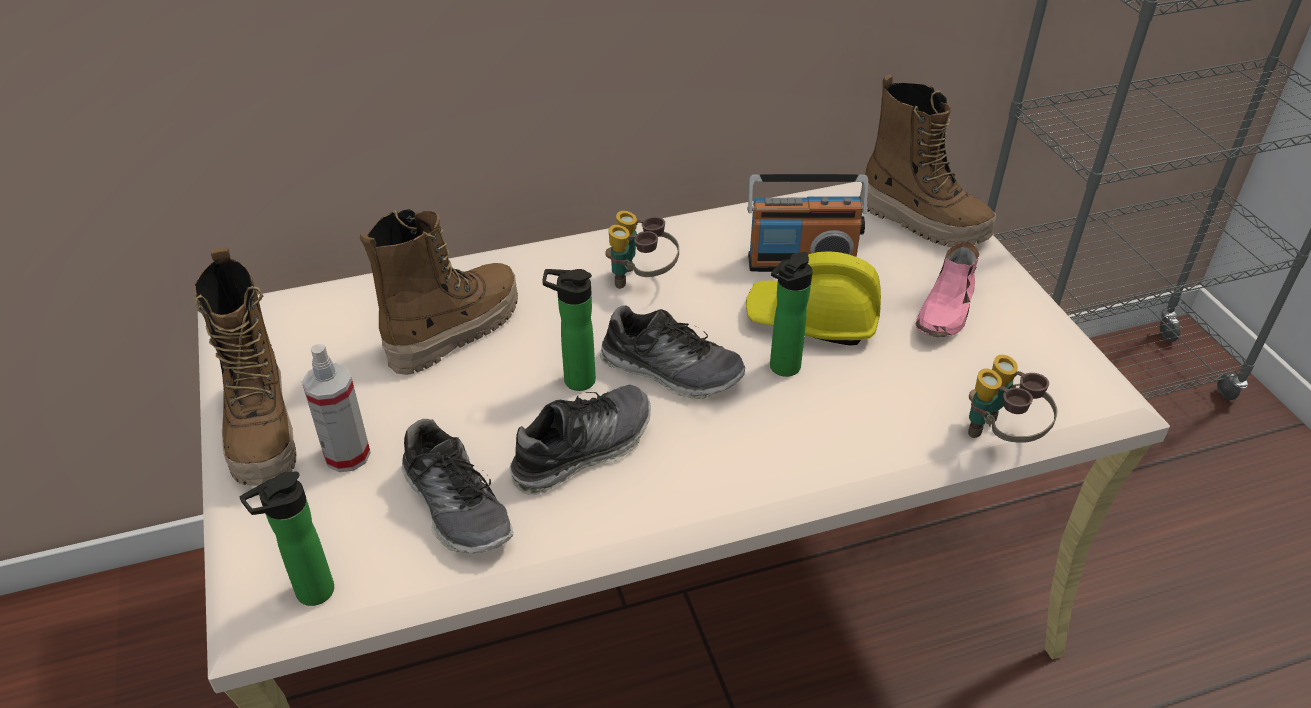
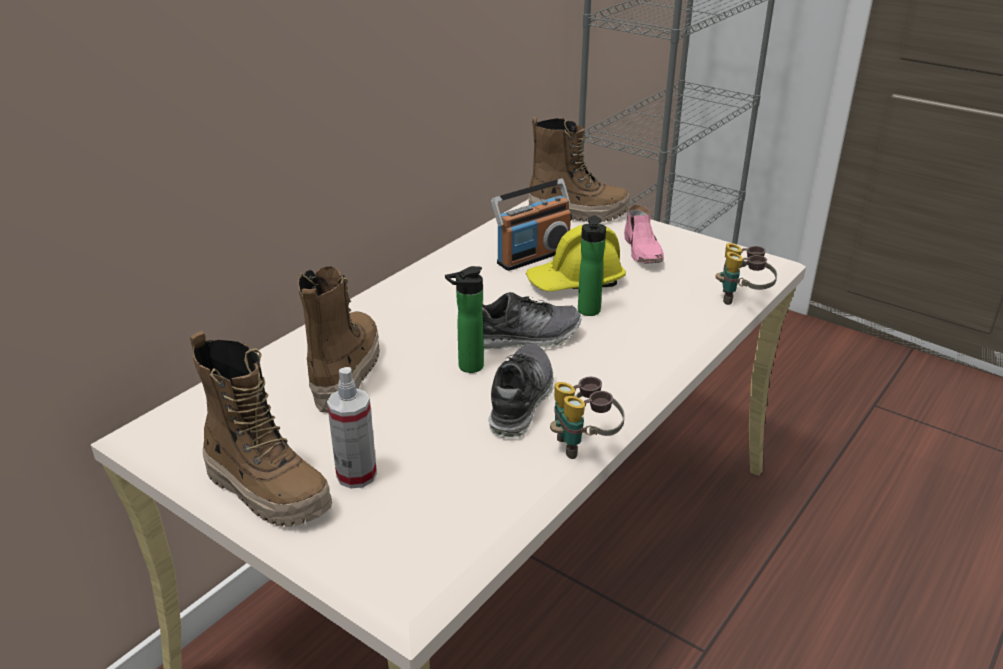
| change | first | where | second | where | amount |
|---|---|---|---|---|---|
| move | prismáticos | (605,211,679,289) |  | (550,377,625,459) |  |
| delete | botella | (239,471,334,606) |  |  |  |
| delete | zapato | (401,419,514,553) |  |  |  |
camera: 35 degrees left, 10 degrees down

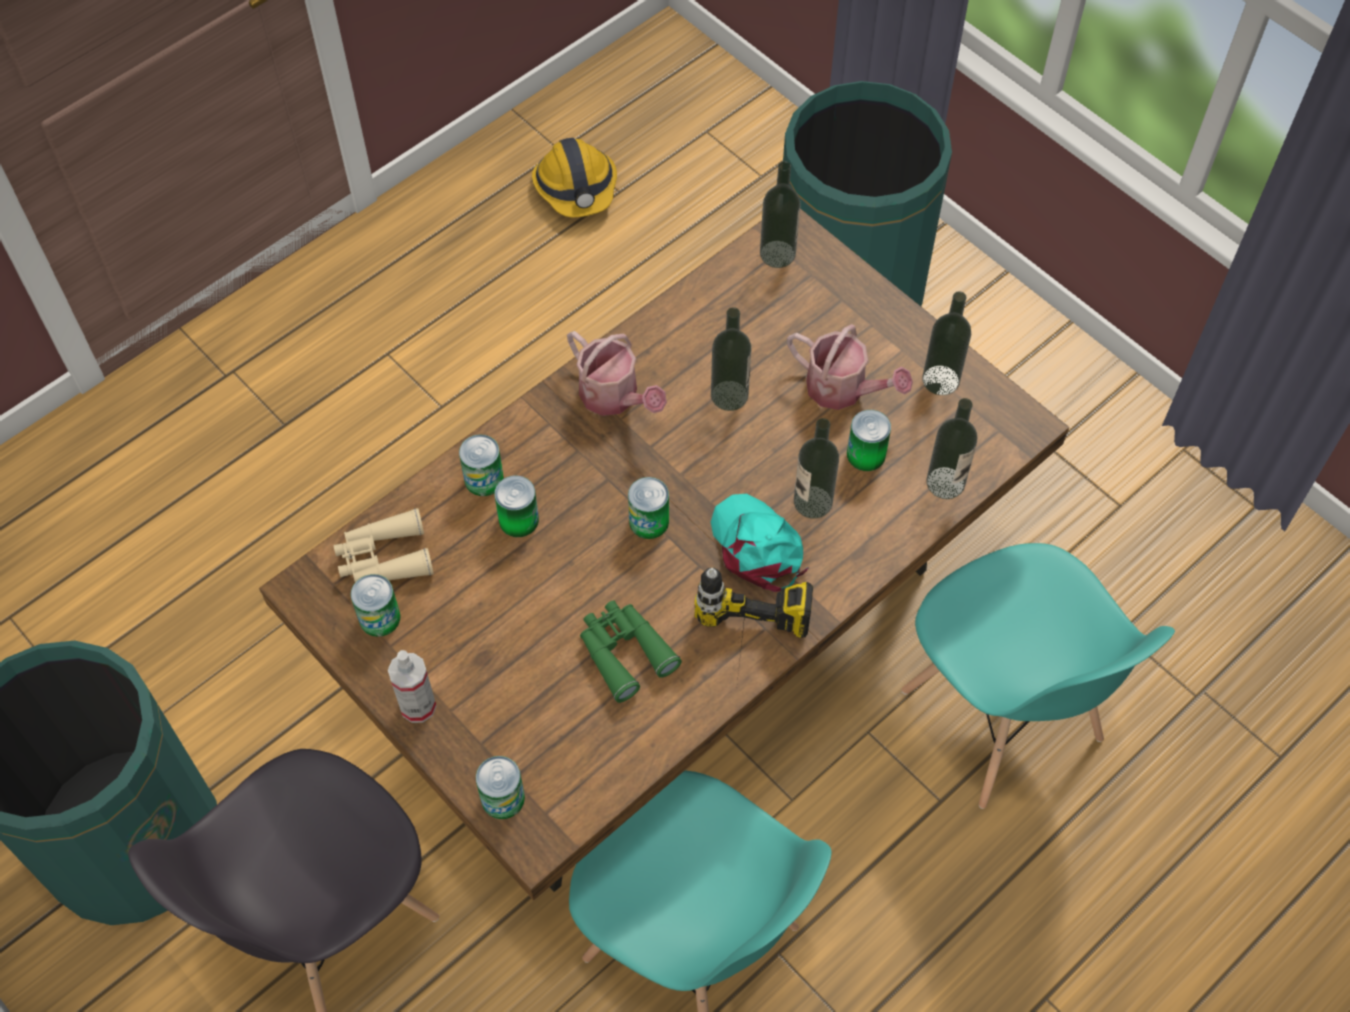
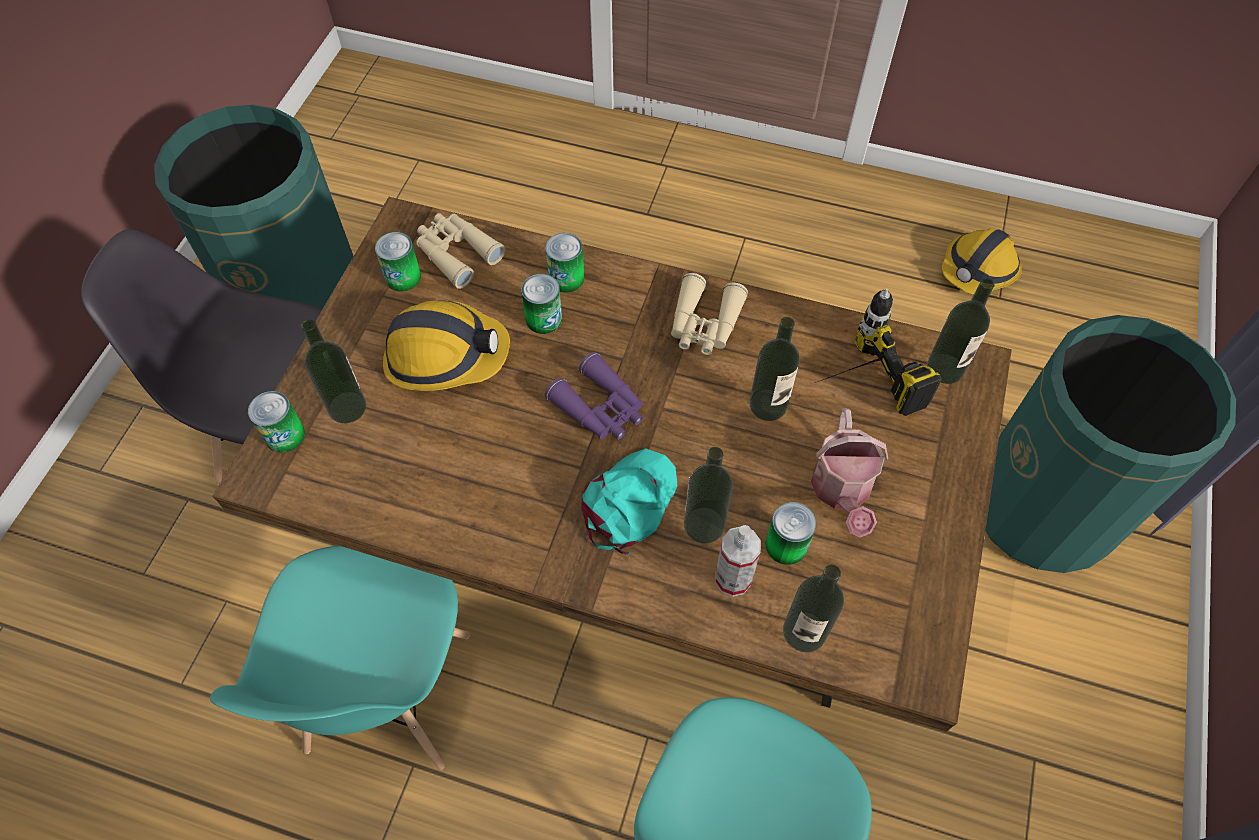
| change | first | where | second | where | amount |
|---|---|---|---|---|---|
| move | botella | (922,291,971,395) |  | (301,319,366,423) |  |
| insert |  |  | casco | (383,300,510,391) |  |
| replace | lata | (628,477,669,539) | prismáticos/morado | (545,352,643,440) |  |
| replace | regadera | (567,331,667,416) | prismáticos/beis | (671,273,748,355) |  |
| move | pulverizador | (388,650,436,723) |  | (715,525,761,597) |  |
| move | taladro | (694,568,813,682) |  | (815,288,942,416) |  |
| delete | prismáticos/verde | (580,600,682,703) |  |  |  |
camera: 60 degrees right, 0 degrees up

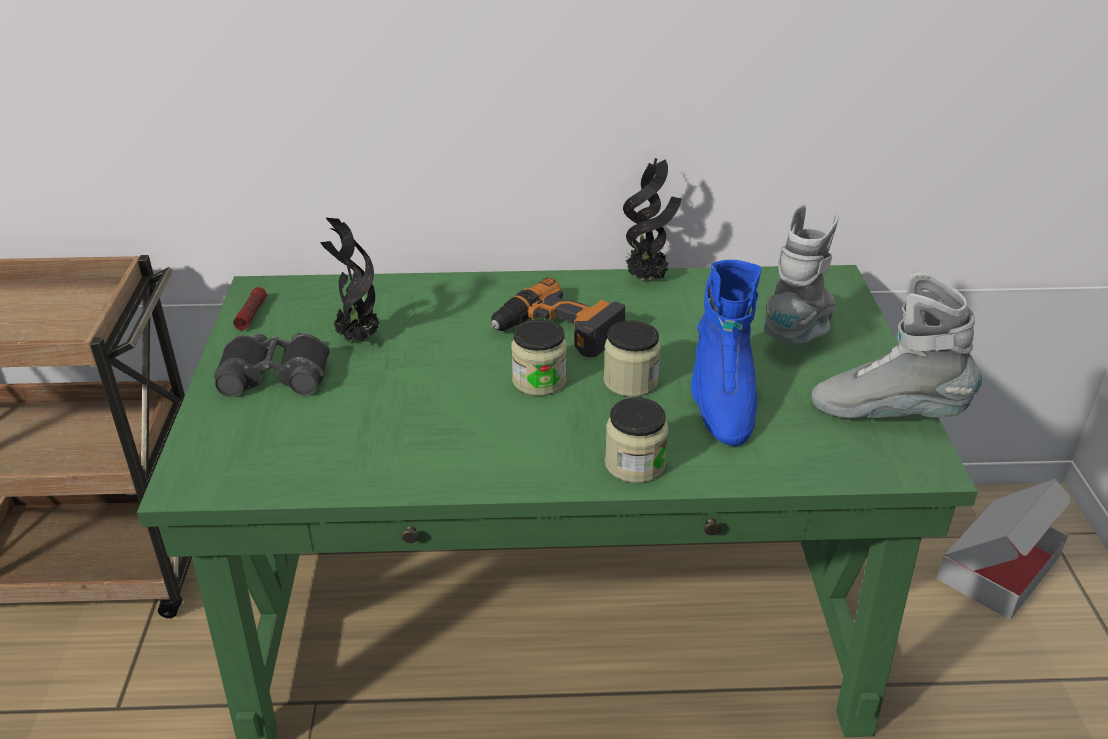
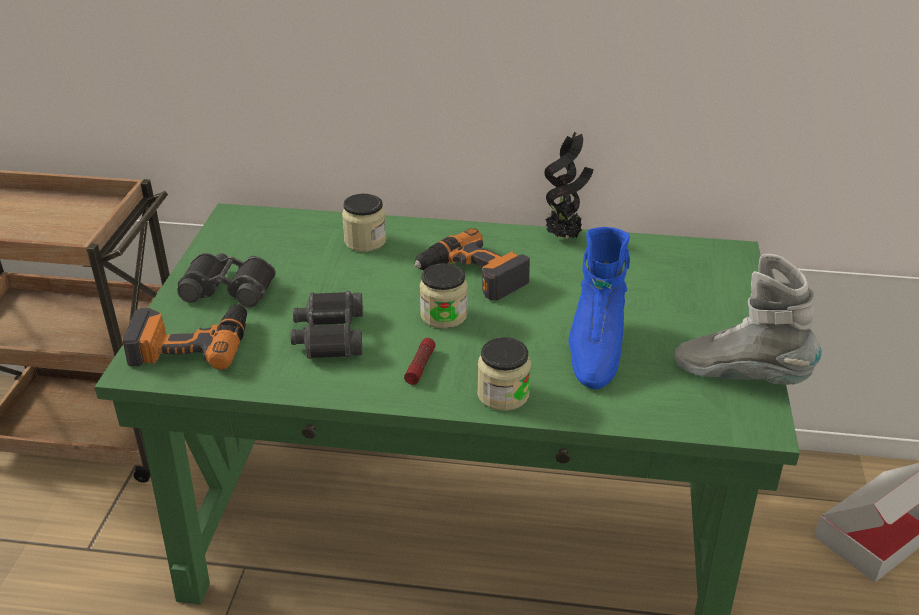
| change | first | where | second | where | amount |
|---|---|---|---|---|---|
| insert |  |  | taladro | (122,304,247,370) |  |
| insert |  |  | prismáticos/negro | (290,291,363,359) |  |
| move | tarro | (603,320,661,397) |  | (342,194,386,252) |  |
| move | linterna | (233,287,267,330) |  | (404,338,436,385) |  |
| delete | planta en maceta | (320,218,380,342) |  |  |  |
| delete | bota/gris | (764,204,839,344) |  |  |  |
camera: 10 degrees right, 0 degrees up

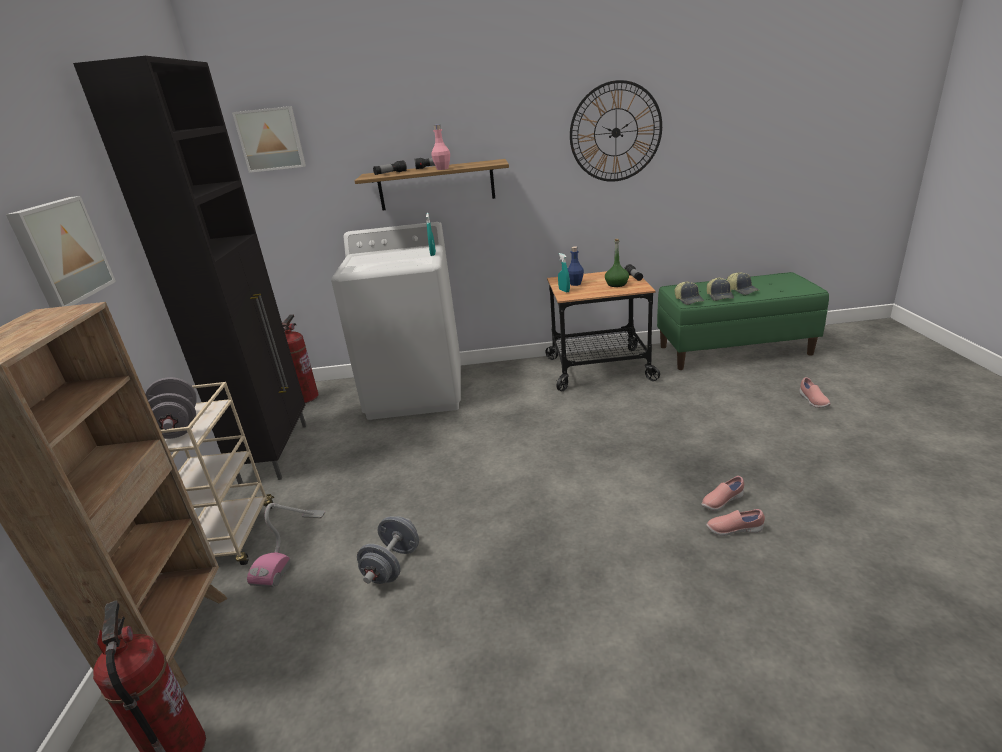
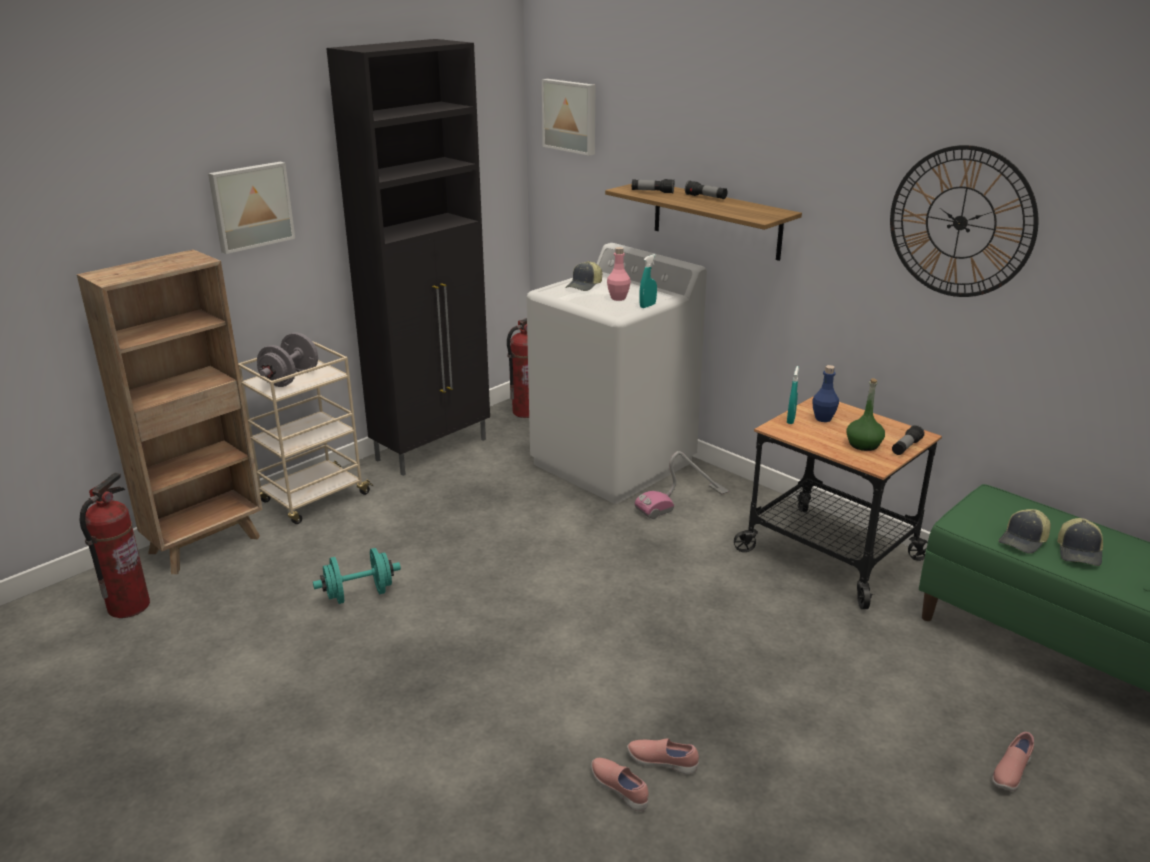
| change | first | where | second | where | amount |
|---|---|---|---|---|---|
| recolor | mancuerna/gris | (357,516,419,584) | mancuerna/turquesa | (313,548,401,604) |  |
| move | gorra | (675,282,704,305) |  | (565,261,602,291) |  |
| move | botella/rosa | (431,124,450,170) |  | (607,247,631,301) |  |
| move | aspiradora | (247,503,325,587) |  | (635,451,729,519) |  |
camera: 45 degrees right, 0 degrees up

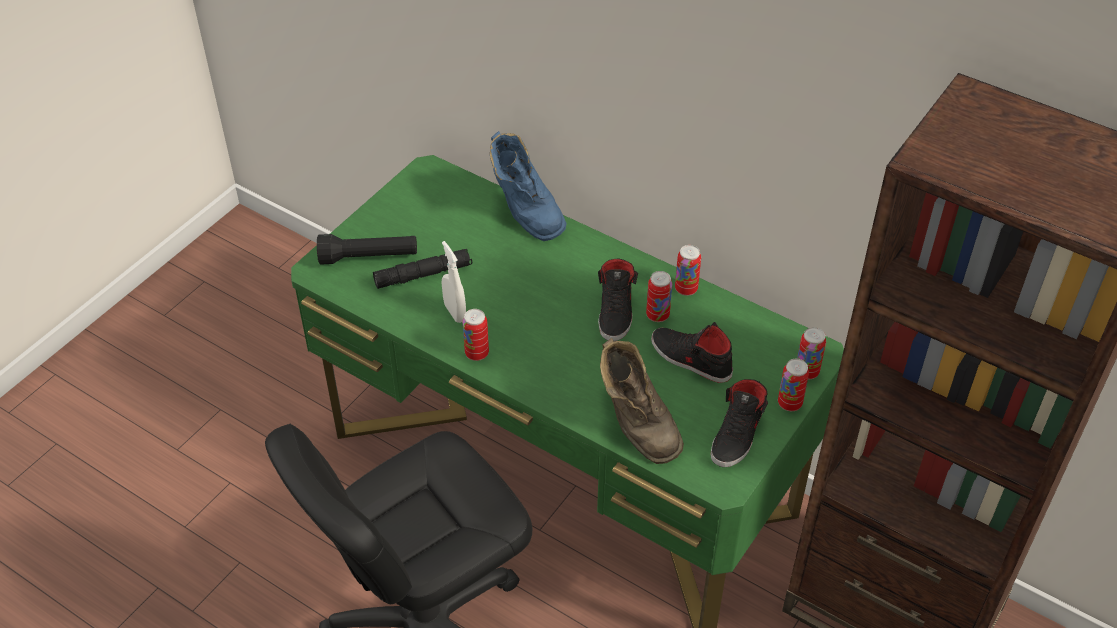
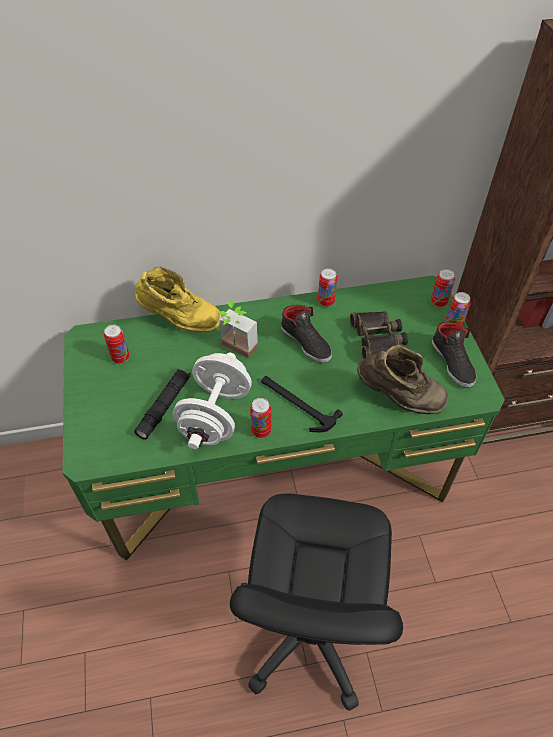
| change | first | where | second | where | amount |
|---|---|---|---|---|---|
| move | lata | (646,271,672,322) |  | (104,325,130,364) |  |
| recolor | bota/azul | (490,131,566,241) | bota/amarillo | (135,266,222,333) |  |
| replace | pulverizador/blanco | (442,241,466,323) | mancuerna/blanco | (173,353,252,449) |  |
| insert |  |  | planta en maceta | (218,300,258,359) |  |
| insert |  |  | martillo | (261,376,343,432) |  |
| replace | zapato/negro | (651,322,733,383) | prismáticos | (350,311,408,359) |  |
| delete | linterna/negro | (317,234,417,265) |  |  |  |
camera: 45 degrees left, 5 degrees up

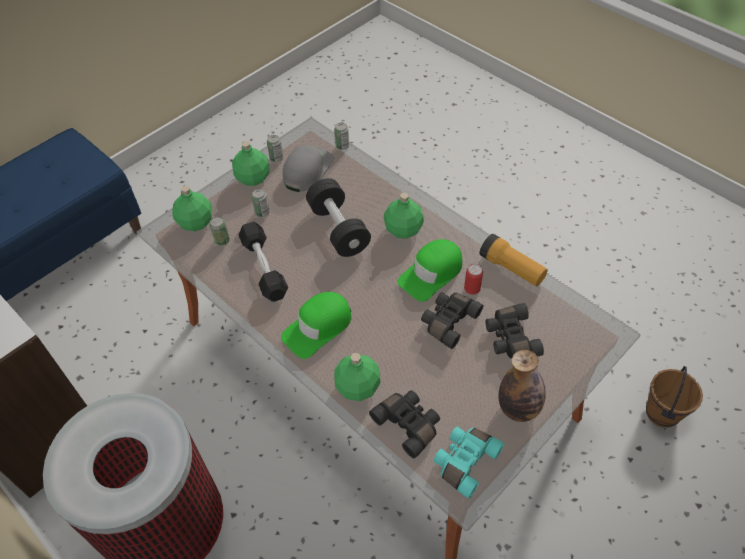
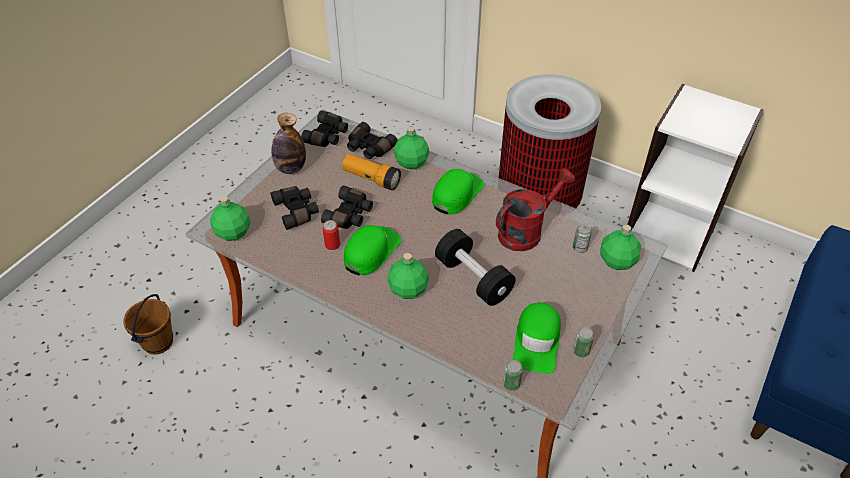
| change | first | where | second | where | amount |
|---|---|---|---|---|---|
| move | botella/verde | (232,141,270,186) |  | (210,196,250,241) |  |
| recolor | prismáticos/turquesa | (433,427,505,499) | prismáticos/negro | (301,110,348,147) |  |
| move | linterna | (479,234,548,287) |  | (342,154,401,190) |  |
| replace | mancuerna/negro | (239,222,288,302) | regadera/rojo | (496,168,576,251) |  |
| recolor | gorra/gris | (283,145,334,192) | gorra/verde | (513,302,561,374) |  |
| delete | lata | (251,189,270,217) |  |  |  |
camera: 165 degrees right, 5 degrees down

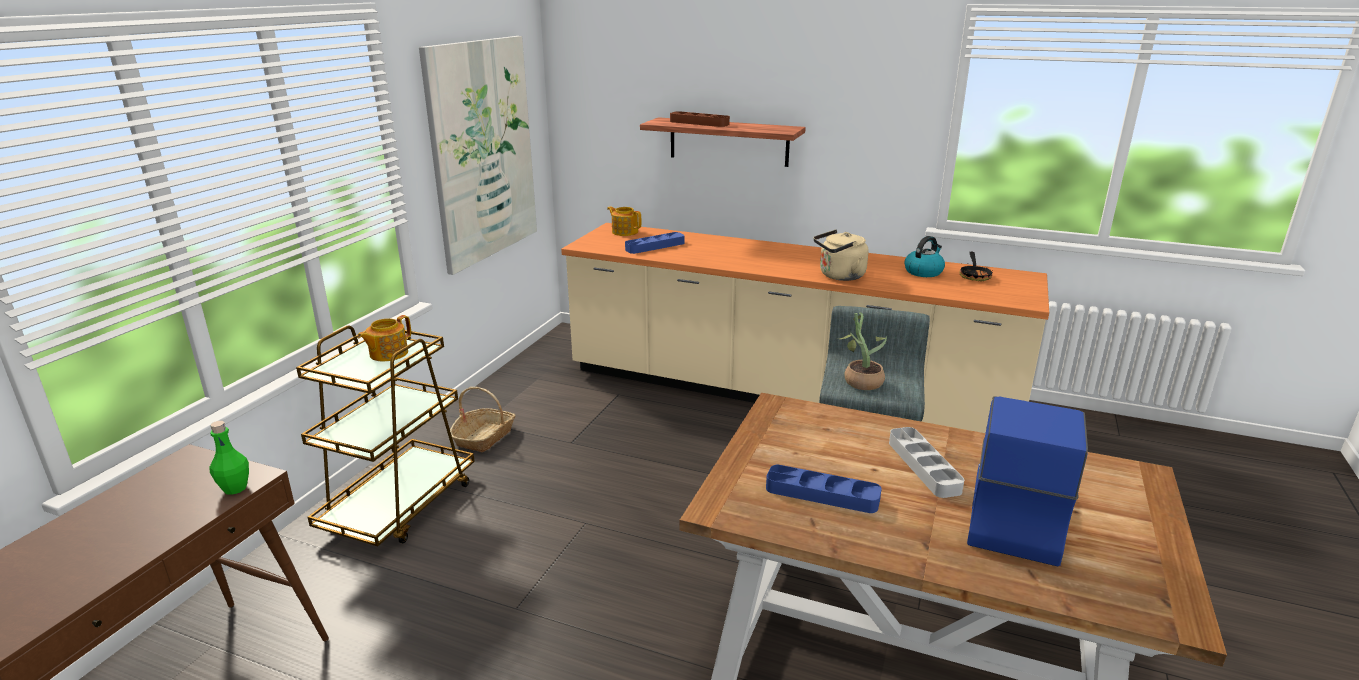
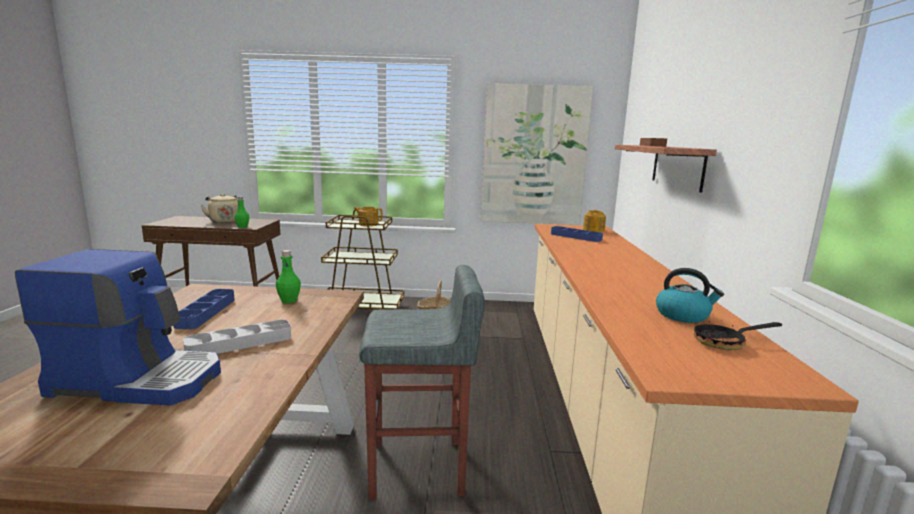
| change | first | where | second | where | amount |
|---|---|---|---|---|---|
| move | hervidor/beis | (814,230,868,281) |  | (201,194,238,223) |  |
| insert |  |  | botella/verde | (276,250,301,303) |  |
| delete | planta en maceta | (840,312,887,390) |  |  |  |
camera: 70 degrees right, 10 degrees down

